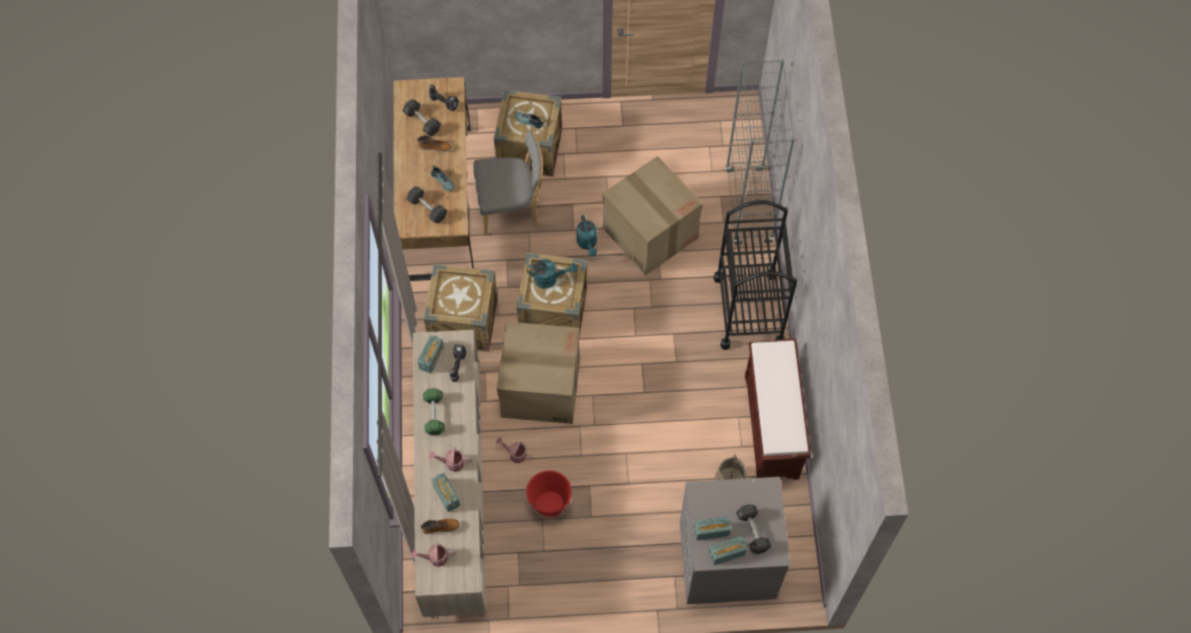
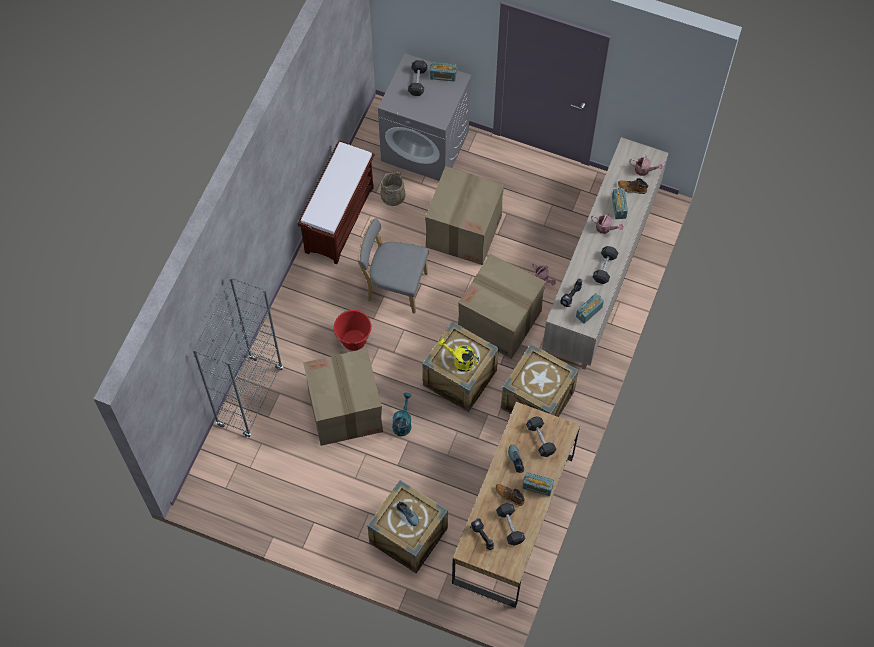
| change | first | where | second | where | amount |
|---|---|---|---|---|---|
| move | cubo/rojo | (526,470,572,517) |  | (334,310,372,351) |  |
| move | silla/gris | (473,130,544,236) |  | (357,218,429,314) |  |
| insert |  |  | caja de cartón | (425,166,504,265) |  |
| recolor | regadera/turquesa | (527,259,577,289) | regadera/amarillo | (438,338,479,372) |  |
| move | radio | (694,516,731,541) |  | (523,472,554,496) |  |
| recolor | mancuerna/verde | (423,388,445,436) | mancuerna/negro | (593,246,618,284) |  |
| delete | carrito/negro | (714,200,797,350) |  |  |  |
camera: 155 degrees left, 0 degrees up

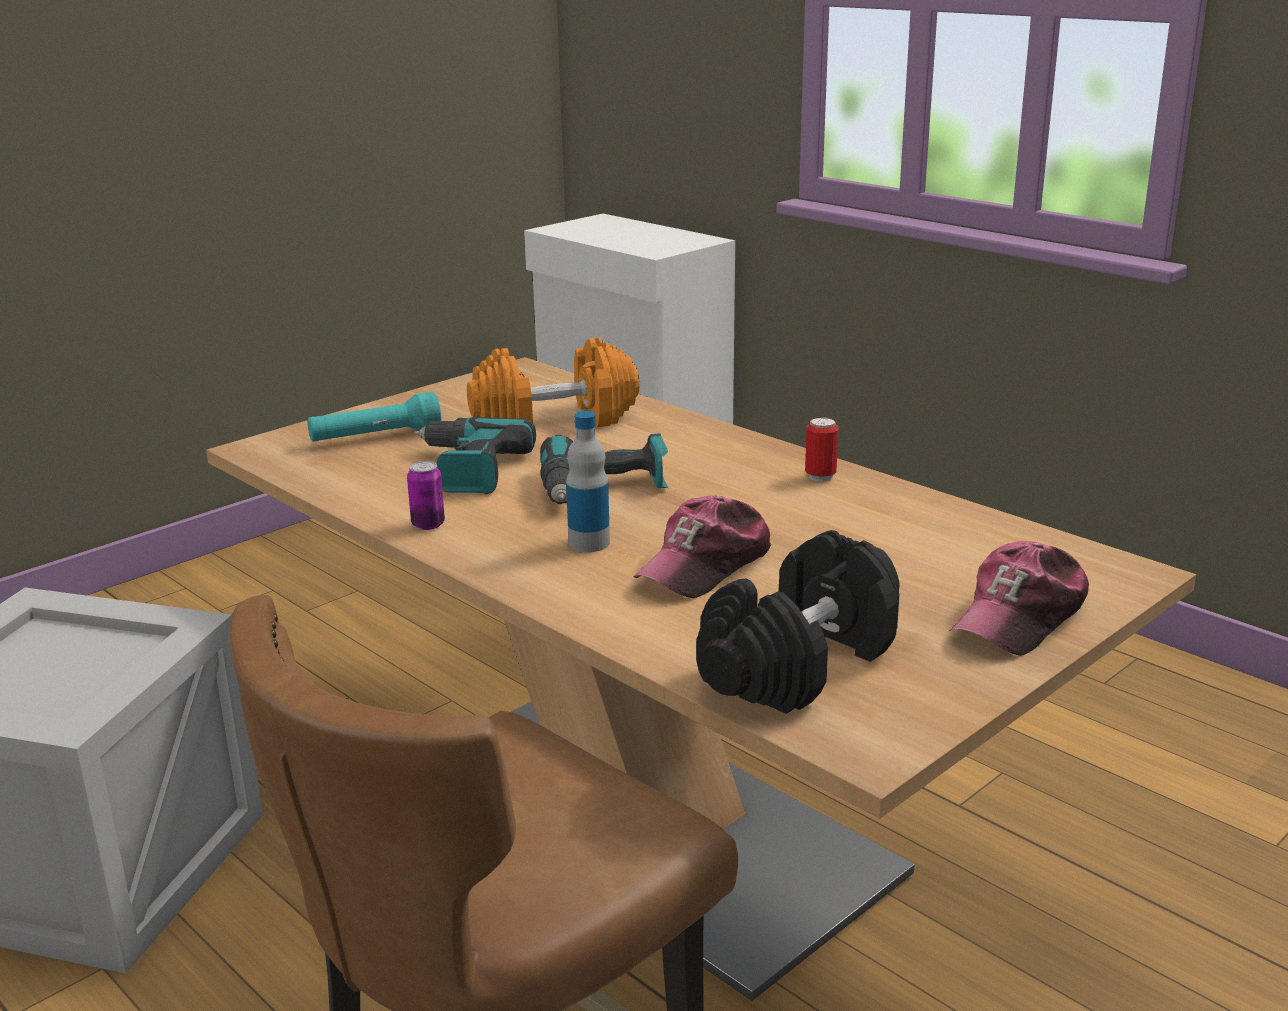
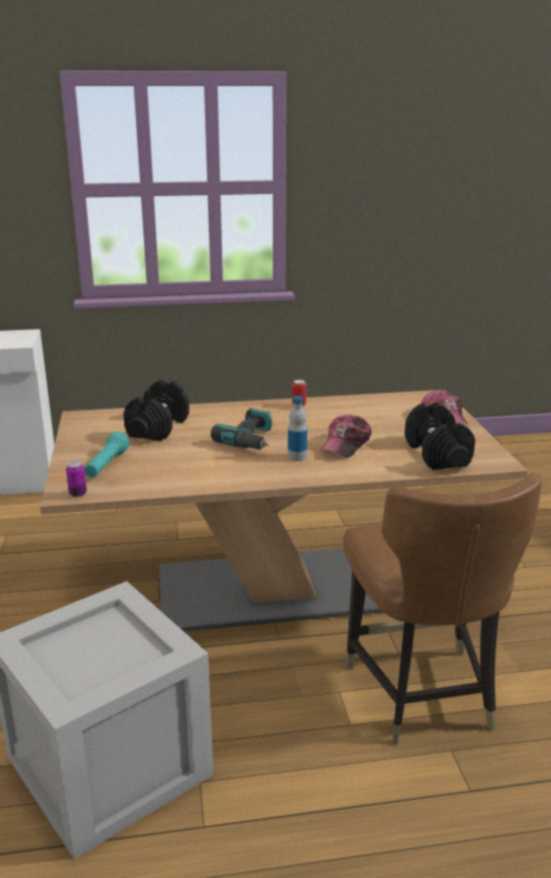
| change | first | where | second | where | amount |
|---|---|---|---|---|---|
| move | lata | (407,461,445,530) |  | (66,461,87,497) |  |
| recolor | mancuerna/naranja | (467,337,640,427) | mancuerna/negro | (123,380,189,441) |  |
| rotate | gorra | (634,495,771,598) |  | (320,415,371,458) | 45 degrees clockwise |
| delete | taladro | (414,417,536,494) |  |  |  |
camera: 55 degrees left, 0 degrees up

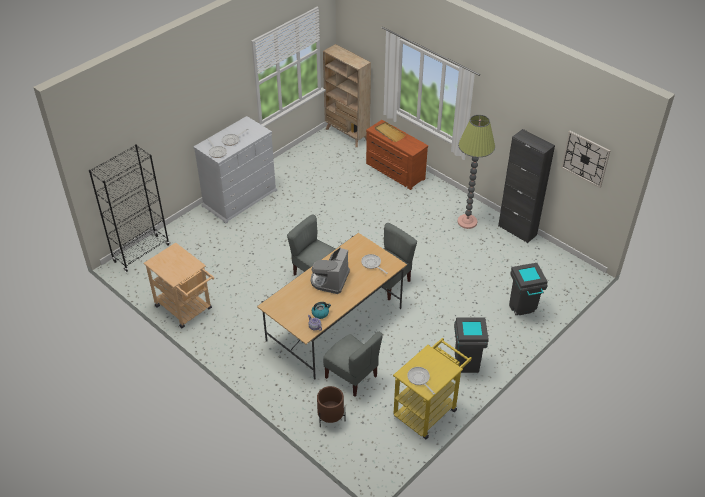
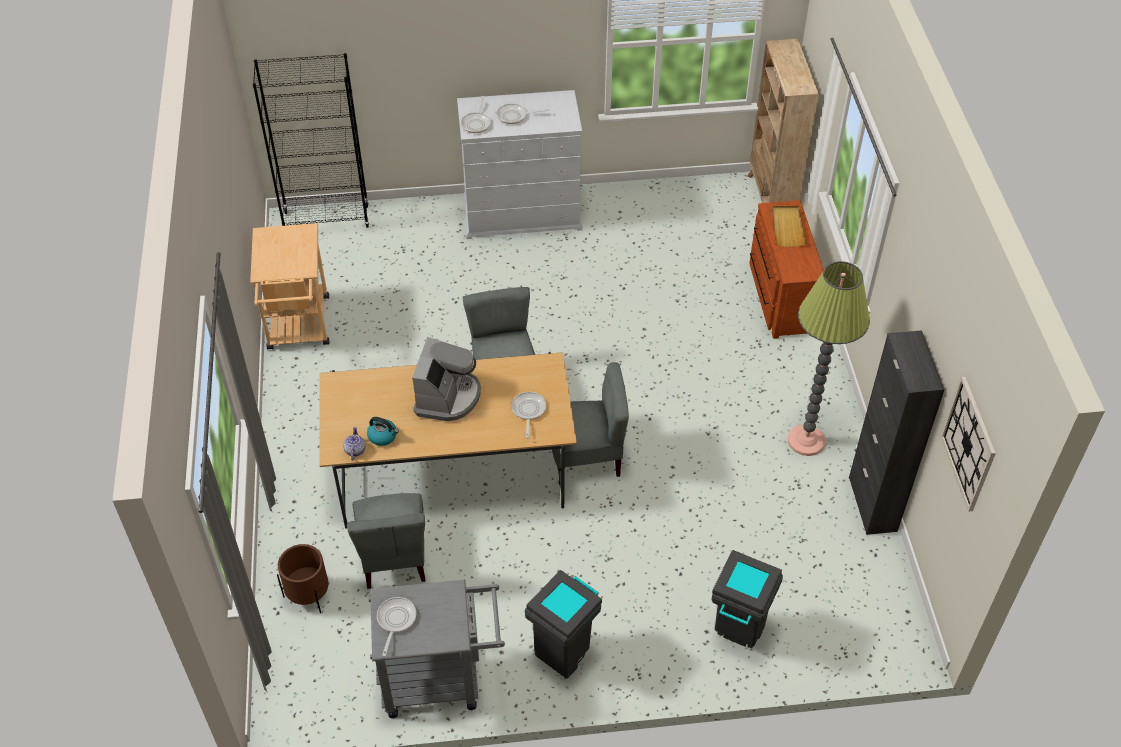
| change | first | where | second | where | amount |
|---|---|---|---|---|---|
| recolor | carrito/amarillo | (393,338,472,439) | carrito/gris | (369,580,505,718) |  |
| rotate | cafetera | (311,248,350,294) |  | (412,337,481,421) | 135 degrees clockwise |
camera: 40 degrees right, 5 degrees up

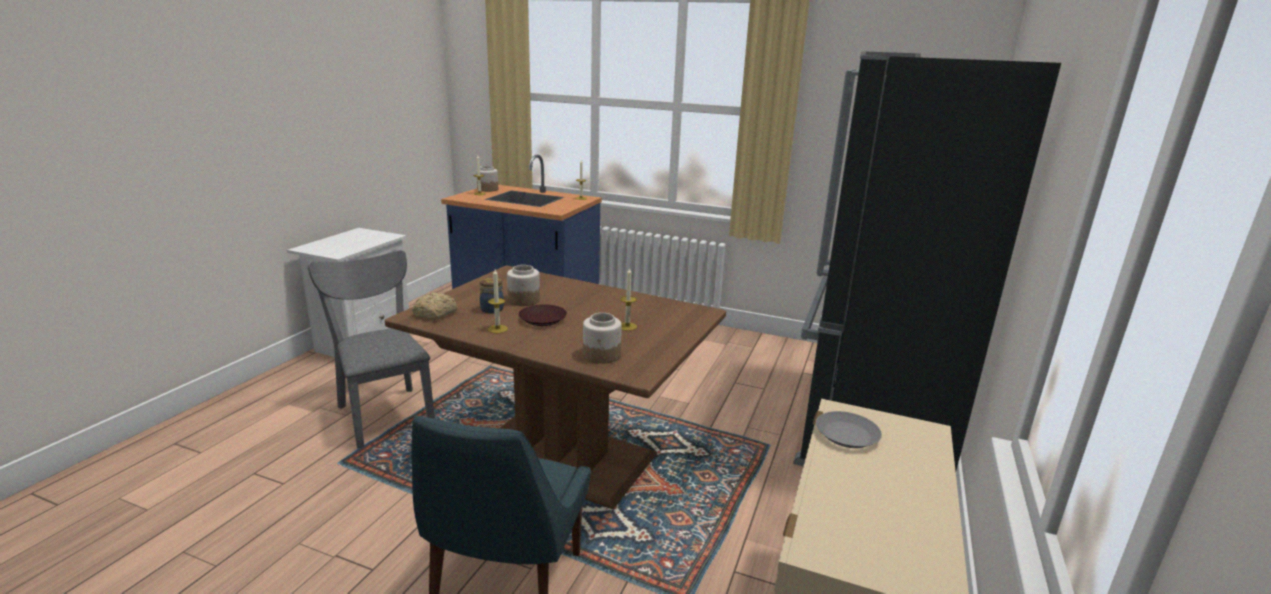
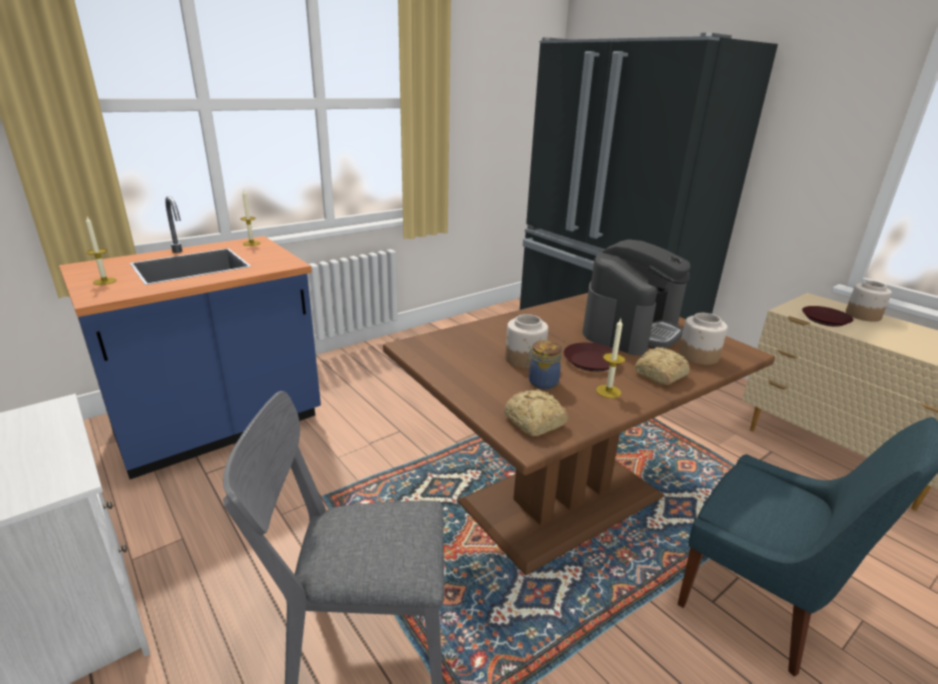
| change | first | where | second | where | amount |
|---|---|---|---|---|---|
| replace | vela | (620,267,637,331) | cafetera | (582,239,691,355) |  |
| insert |  |  | pan | (635,347,690,385) |  |
| recolor | plato/gris | (816,411,882,448) | plato/marrón | (802,306,853,327) |  |
| move | tarro | (476,166,498,192) |  | (846,281,892,322) |  |
camera: 60 degrees left, 5 degrees up

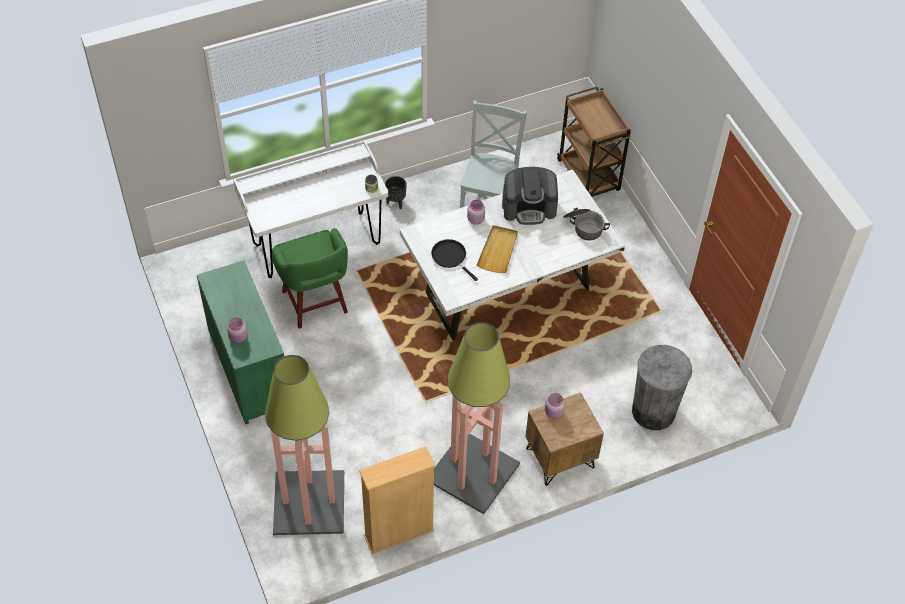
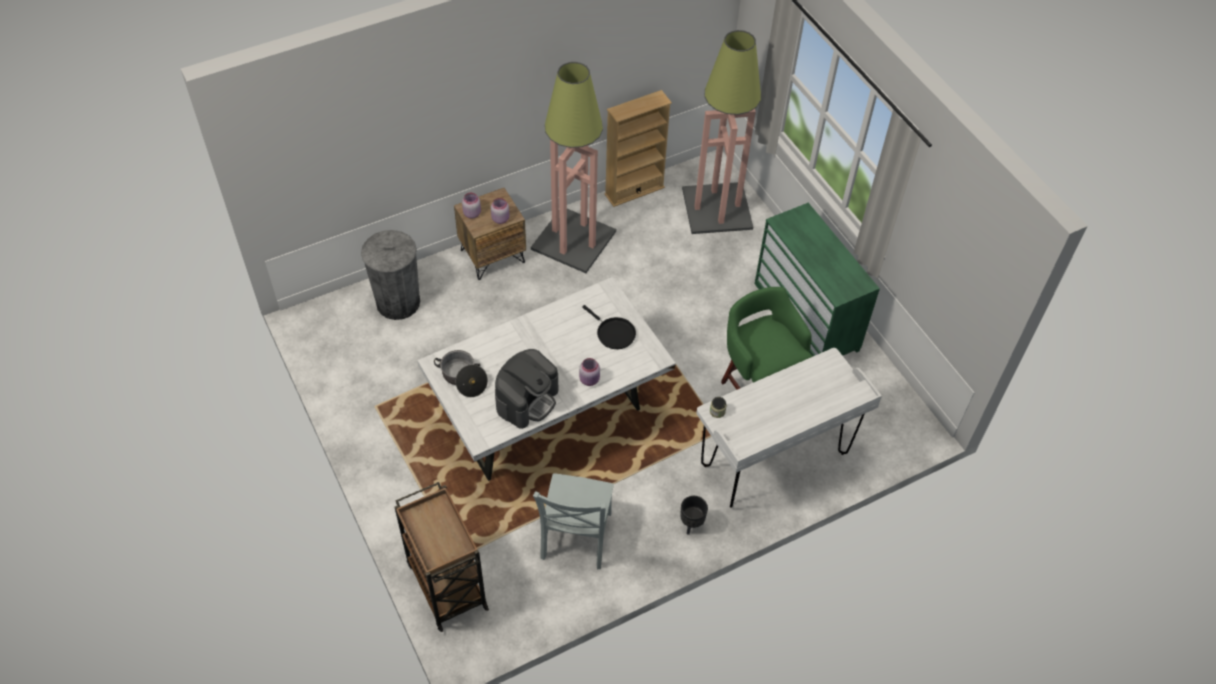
| change | first | where | second | where | amount |
|---|---|---|---|---|---|
| move | tarro/rosa | (227,317,247,343) |  | (462,193,481,219) |  |
| rotate | cafetera | (502,167,558,225) |  | (495,349,558,429) | 135 degrees clockwise |
| delete | bandeja/beis | (477,225,518,273) |  |  |  |
camera: 175 degrees right, 0 degrees up

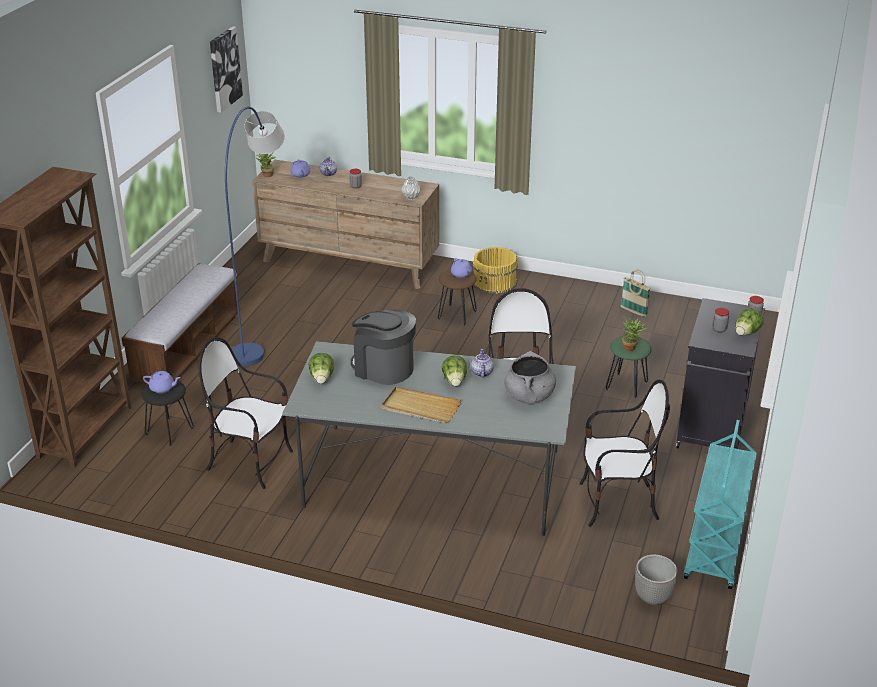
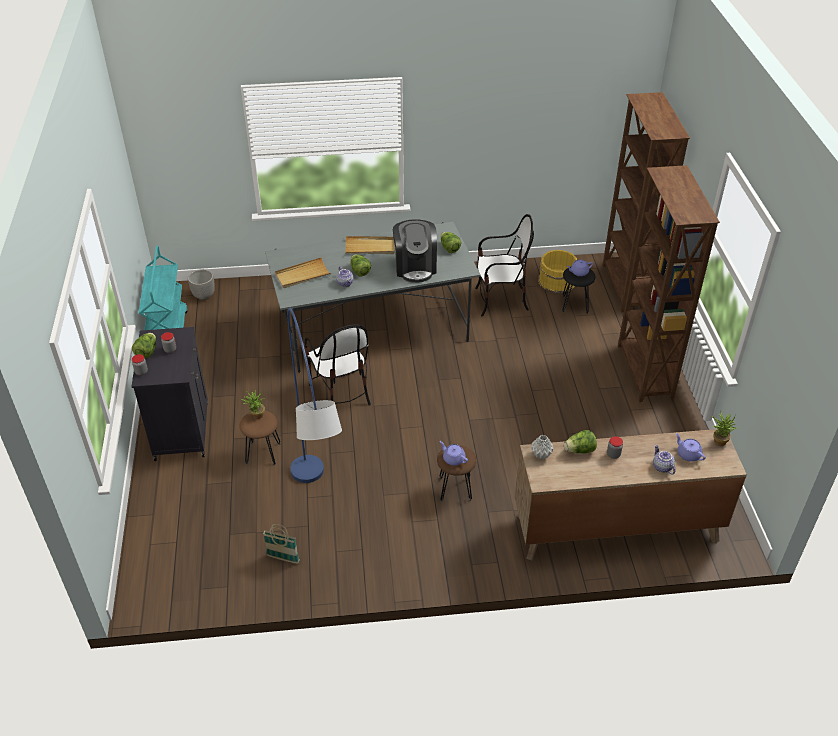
| change | first | where | second | where | amount |
|---|---|---|---|---|---|
| recolor | taburete/verde | (606,336,652,399) | taburete/marrón | (239,411,280,465) |  |
| replace | olla/gris | (504,351,556,404) | bandeja/beis | (275,257,331,288) |  |
| move | lámpara de pie/azul | (225,107,285,366) |  | (287,308,342,483) |  |
| rotate | cafetera | (351,309,416,385) |  | (393,219,437,283) | 75 degrees clockwise |
| move | cubo/amarillo | (473,247,518,294) |  | (538,250,577,293) |  |
| insert |  |  | lechuga | (564,430,597,453) |  |
| replace | banco | (121,263,241,385) | estantería/marrón | (618,165,720,402) |  |
| delete | cuadro | (210,26,243,113) |  |  |  |
| delete | silla | (580,380,670,527) |  |  |  |
camera: 155 degrees right, 10 degrees up

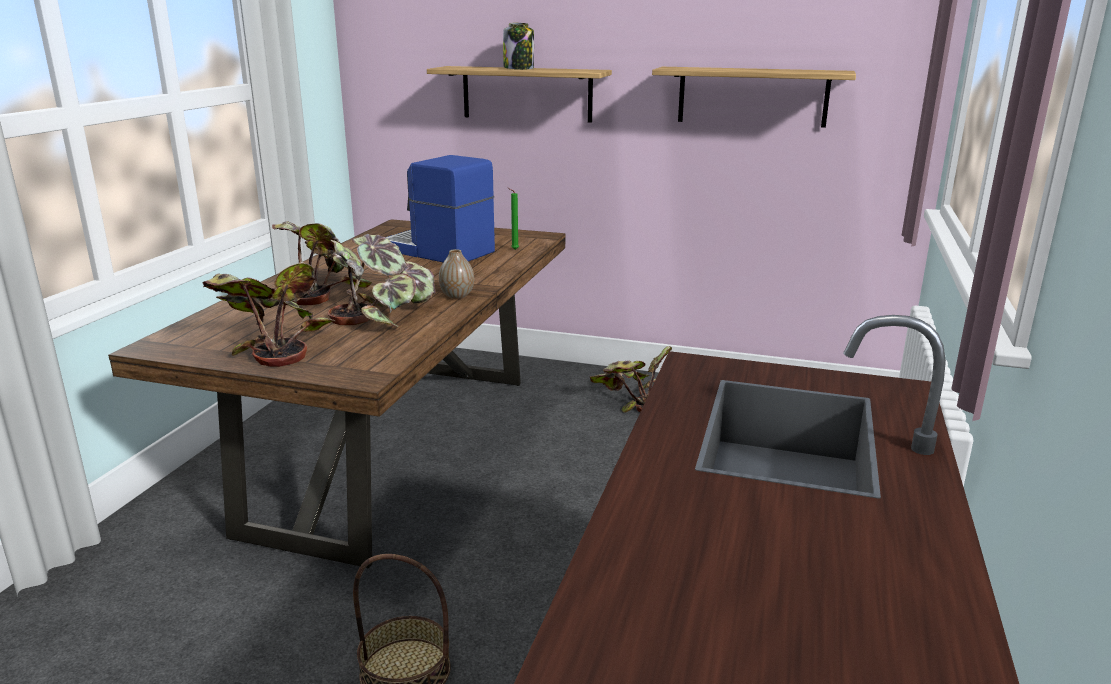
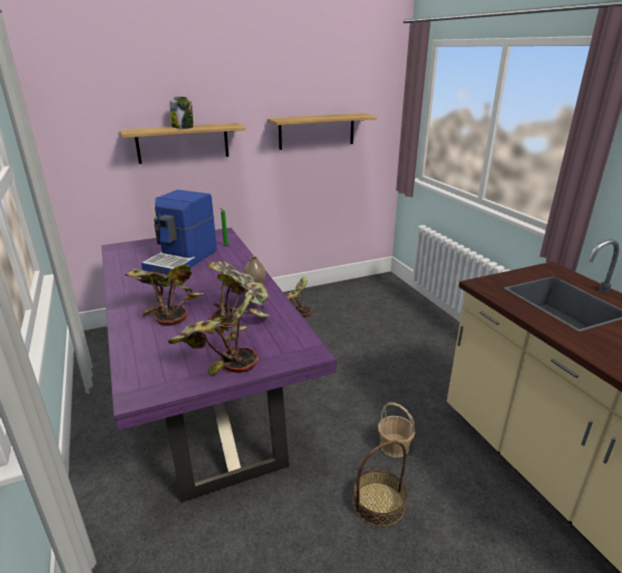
| change | first | where | second | where | amount |
|---|---|---|---|---|---|
| recolor | mesa de comedor/marrón | (108,219,566,569) | mesa de comedor/morado | (101,228,337,502) |  |
| rotate | cafetera | (386,155,495,262) |  | (141,190,217,275) | 60 degrees counterclockwise |
| insert |  |  | cesta | (378,402,415,458) |  |
camera: 40 degrees left, 5 degrees up

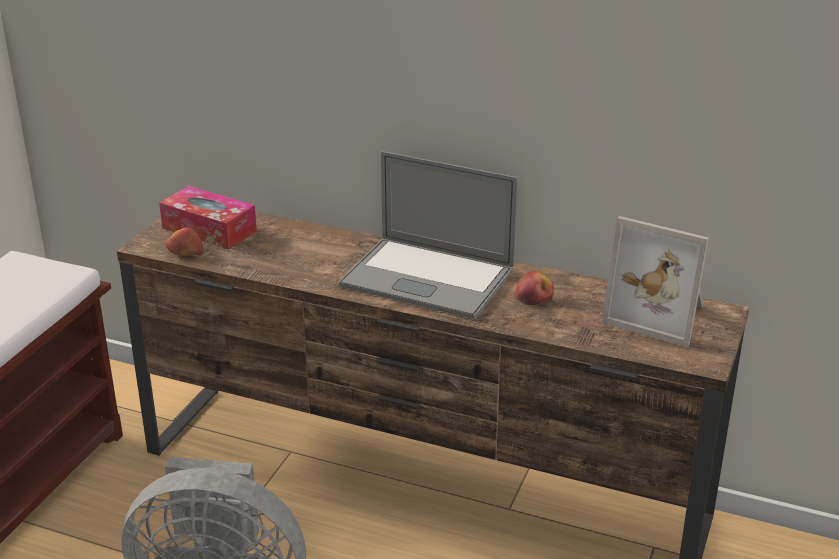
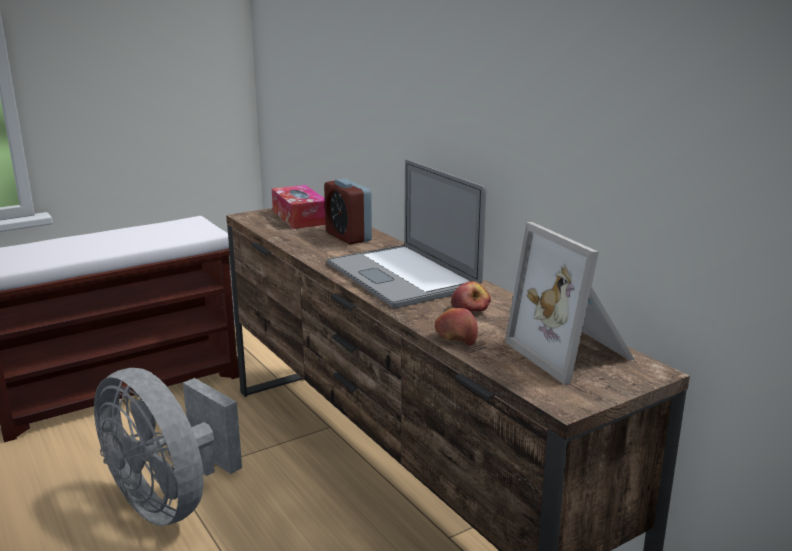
| change | first | where | second | where | amount |
|---|---|---|---|---|---|
| insert |  |  | despertador | (324,178,372,245) |  |
| move | manzana | (166,227,204,256) |  | (435,308,478,346) |  |
camera: 35 degrees right, 10 degrees down

